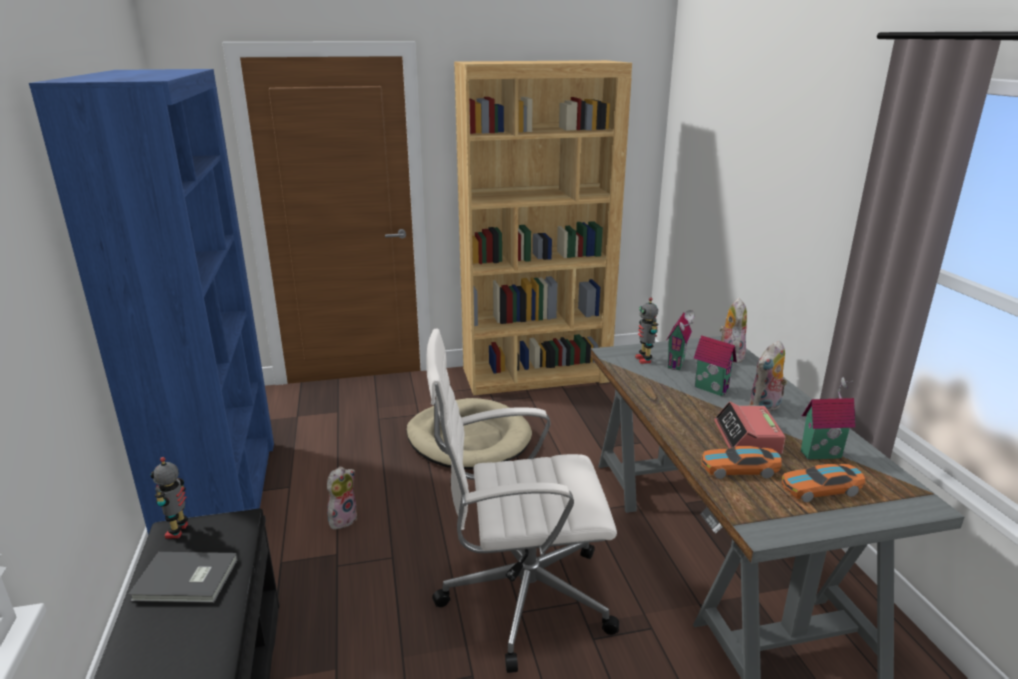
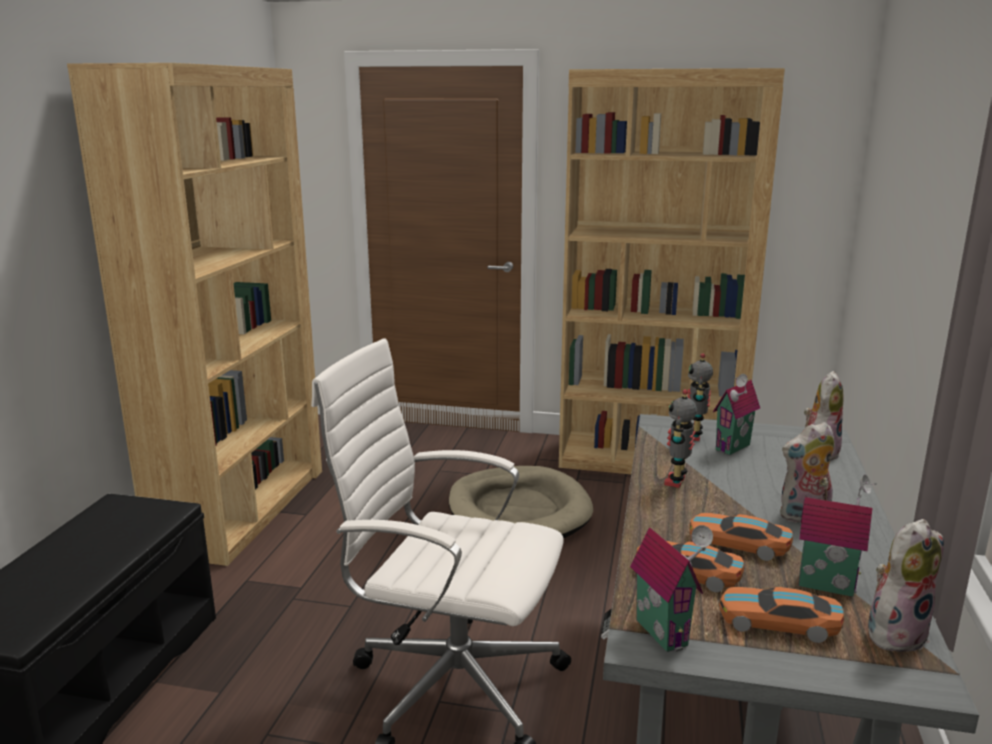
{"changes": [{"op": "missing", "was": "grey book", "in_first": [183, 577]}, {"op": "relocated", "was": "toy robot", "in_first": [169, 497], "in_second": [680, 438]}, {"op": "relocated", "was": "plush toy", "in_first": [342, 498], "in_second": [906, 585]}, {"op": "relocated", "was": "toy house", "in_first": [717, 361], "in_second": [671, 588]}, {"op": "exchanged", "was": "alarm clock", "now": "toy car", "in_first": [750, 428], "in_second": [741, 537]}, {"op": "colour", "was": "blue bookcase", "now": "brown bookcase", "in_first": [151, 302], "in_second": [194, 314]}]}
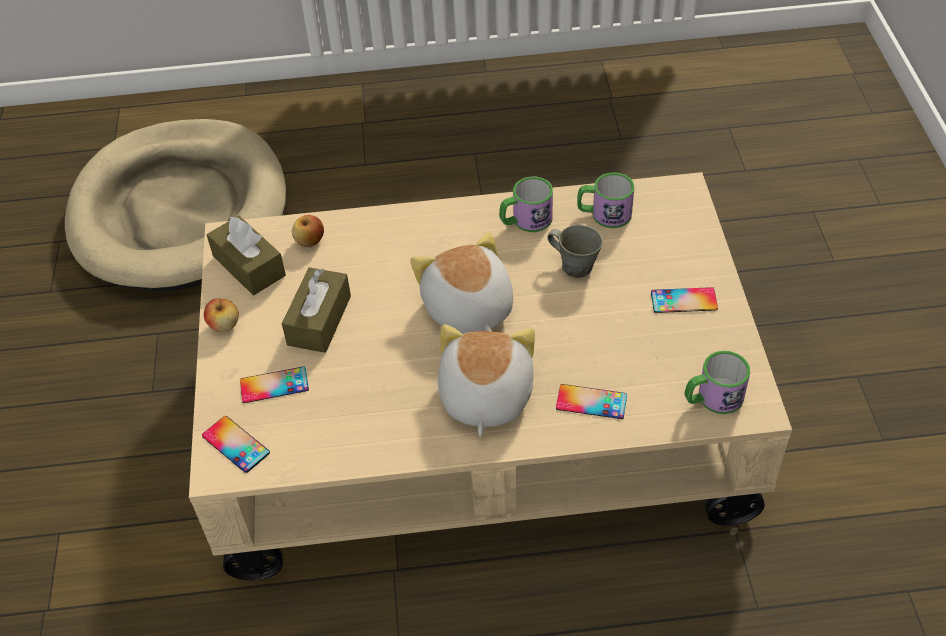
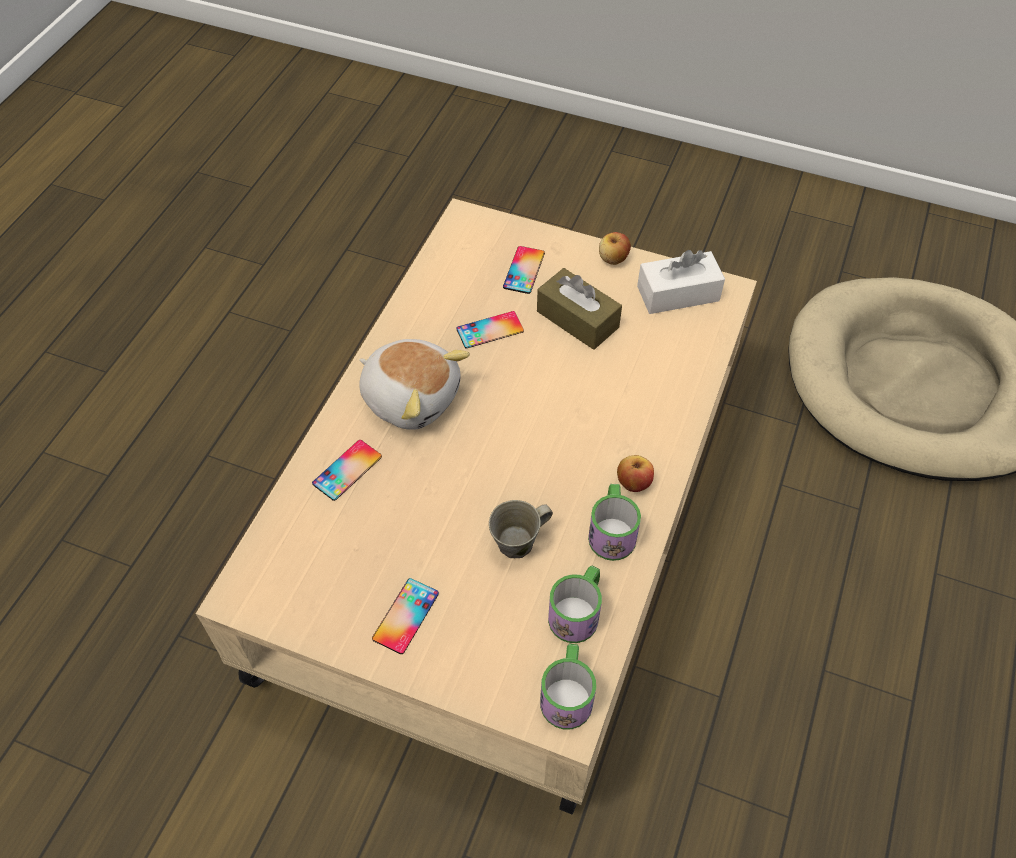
{"changes": [{"op": "missing", "was": "plush toy", "in_first": [461, 283]}, {"op": "relocated", "was": "phone", "in_first": [236, 444], "in_second": [490, 329]}, {"op": "relocated", "was": "apple", "in_first": [308, 231], "in_second": [635, 473]}, {"op": "relocated", "was": "mug", "in_first": [717, 382], "in_second": [568, 686]}, {"op": "colour", "was": "brown tissue box", "now": "white tissue box", "in_first": [246, 255], "in_second": [681, 282]}]}
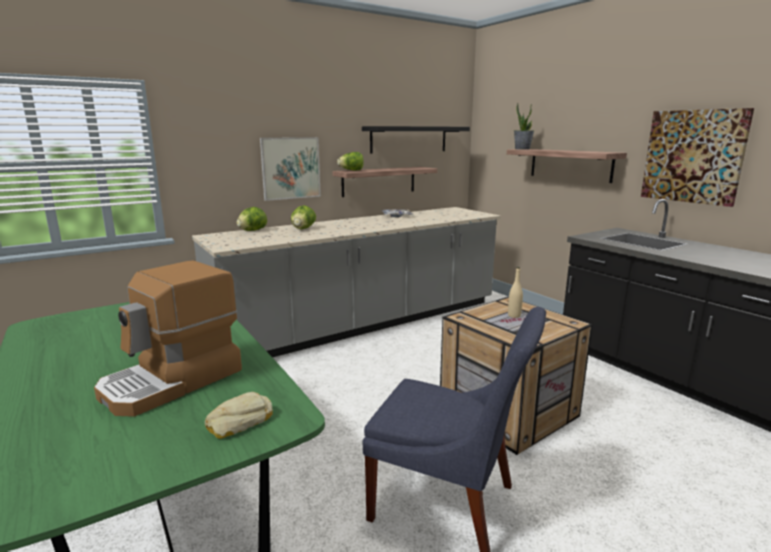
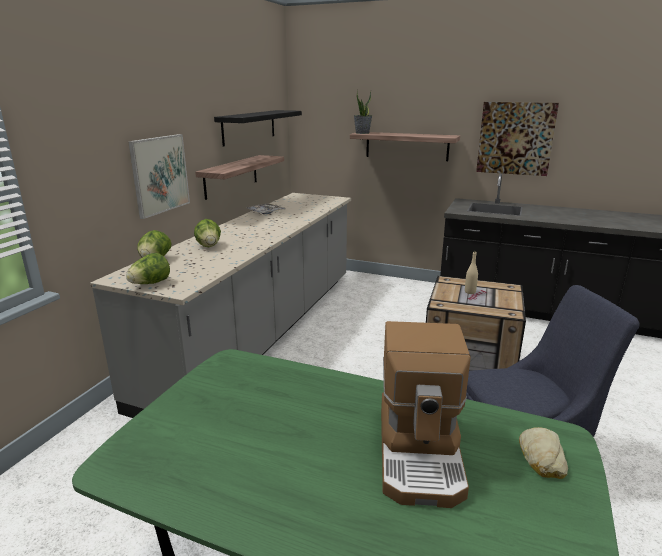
{"changes": [{"op": "relocated", "was": "lettuce", "in_first": [350, 161], "in_second": [148, 268]}]}
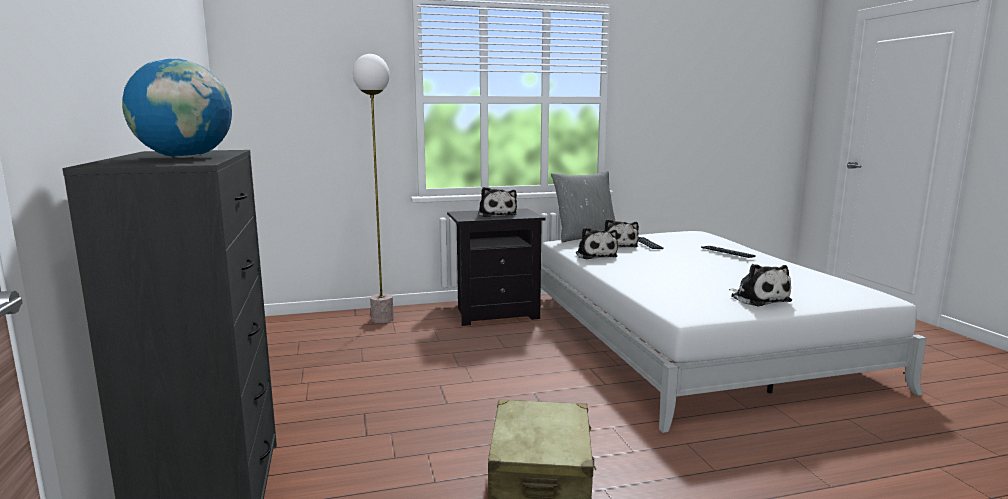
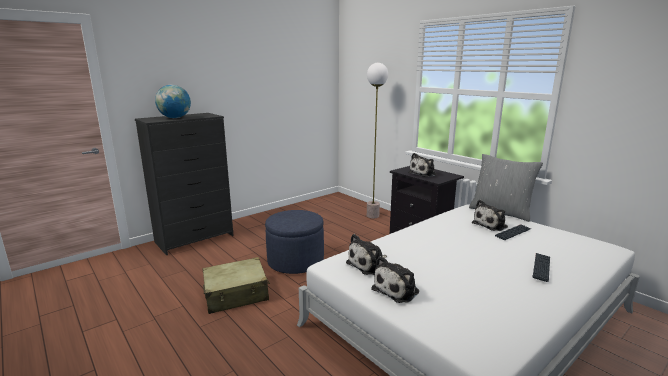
{"changes": [{"op": "appeared", "now": "blue ottoman", "in_second": [294, 242]}, {"op": "relocated", "was": "plush toy", "in_first": [597, 243], "in_second": [366, 254]}]}
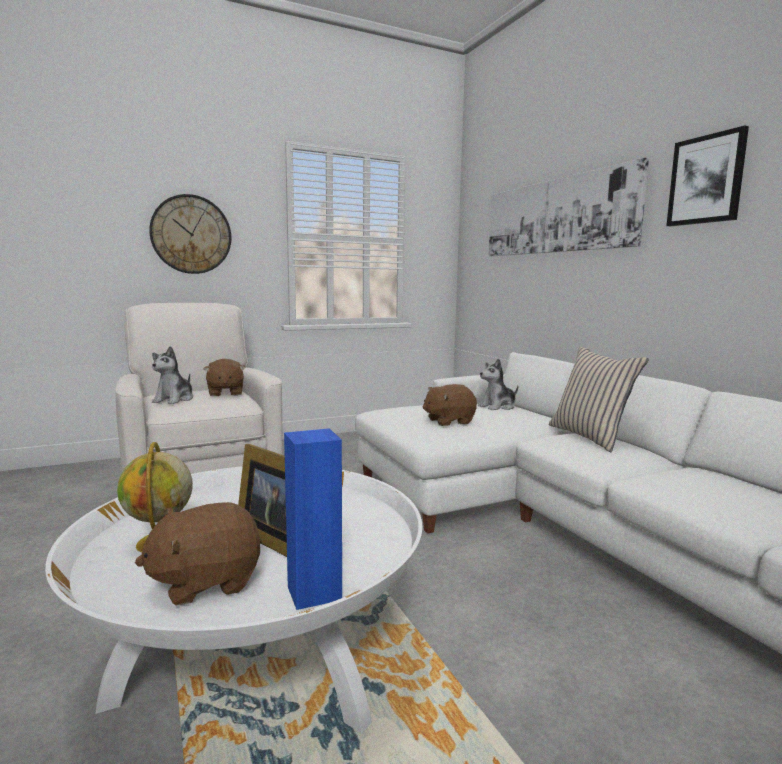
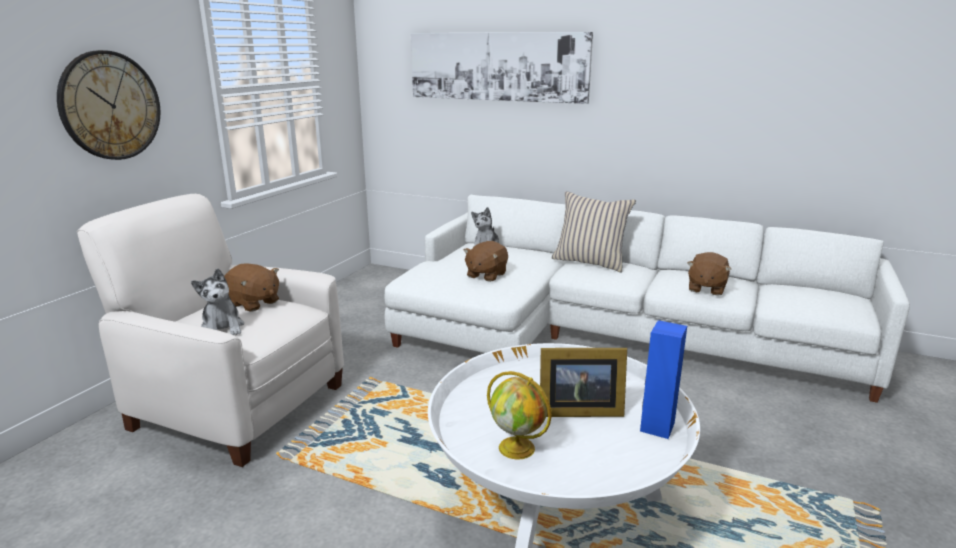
{"changes": [{"op": "missing", "was": "picture", "in_first": [707, 176]}, {"op": "relocated", "was": "brown plush toy", "in_first": [198, 554], "in_second": [709, 274]}]}
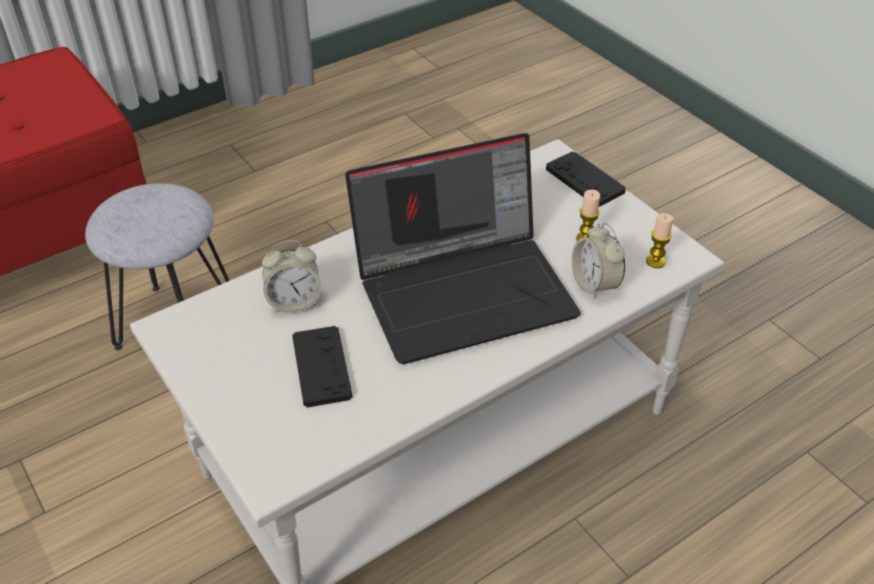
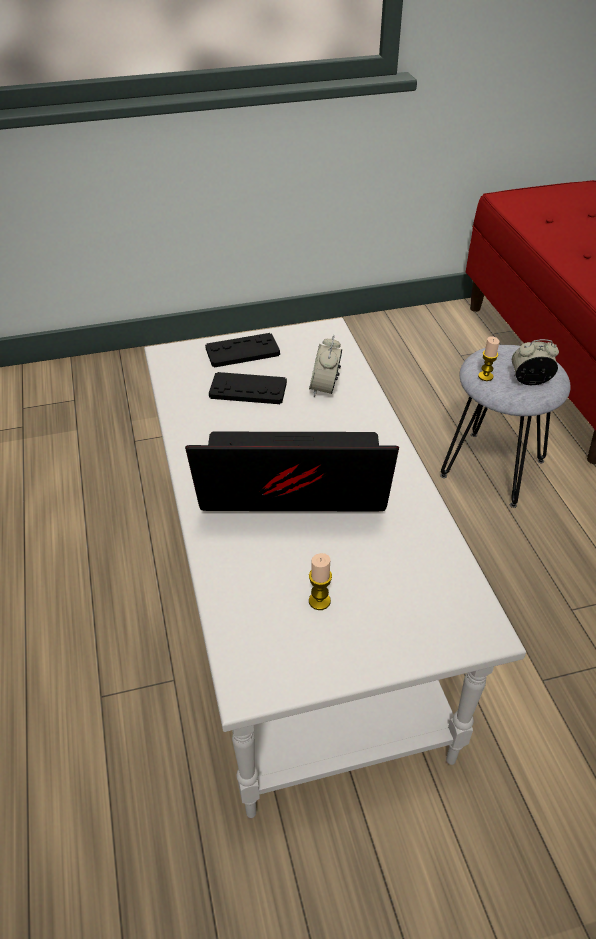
{"changes": [{"op": "relocated", "was": "black game controller", "in_first": [586, 179], "in_second": [242, 350]}, {"op": "relocated", "was": "alarm clock", "in_first": [598, 261], "in_second": [535, 362]}, {"op": "relocated", "was": "candle", "in_first": [660, 240], "in_second": [489, 358]}, {"op": "spun", "was": "laptop", "in_first": [463, 248], "in_second": [292, 471], "clockwise": 90}]}
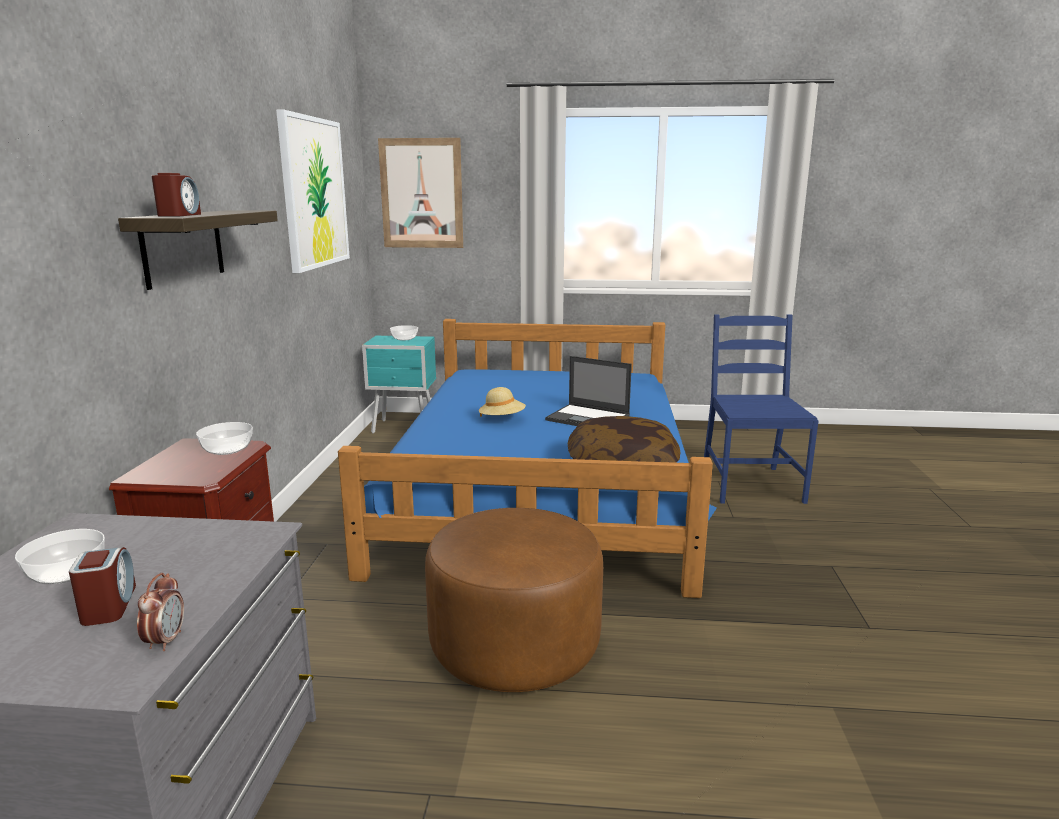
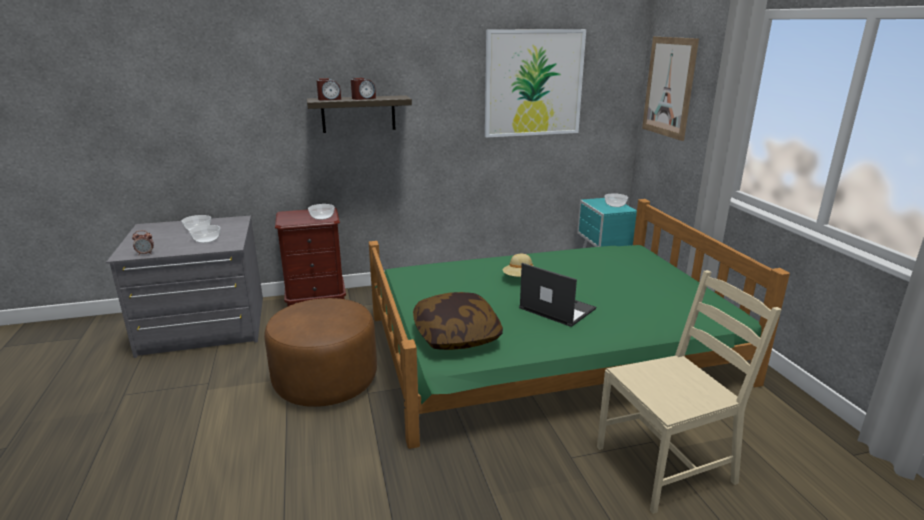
{"changes": [{"op": "appeared", "now": "bowl", "in_second": [204, 234]}, {"op": "relocated", "was": "alarm clock", "in_first": [102, 586], "in_second": [363, 89]}, {"op": "colour", "was": "blue bed", "now": "green bed", "in_first": [527, 458], "in_second": [579, 324]}, {"op": "colour", "was": "blue chair", "now": "beige chair", "in_first": [761, 409], "in_second": [689, 392]}, {"op": "spun", "was": "laptop", "in_first": [588, 391], "in_second": [557, 295], "clockwise": 120}]}
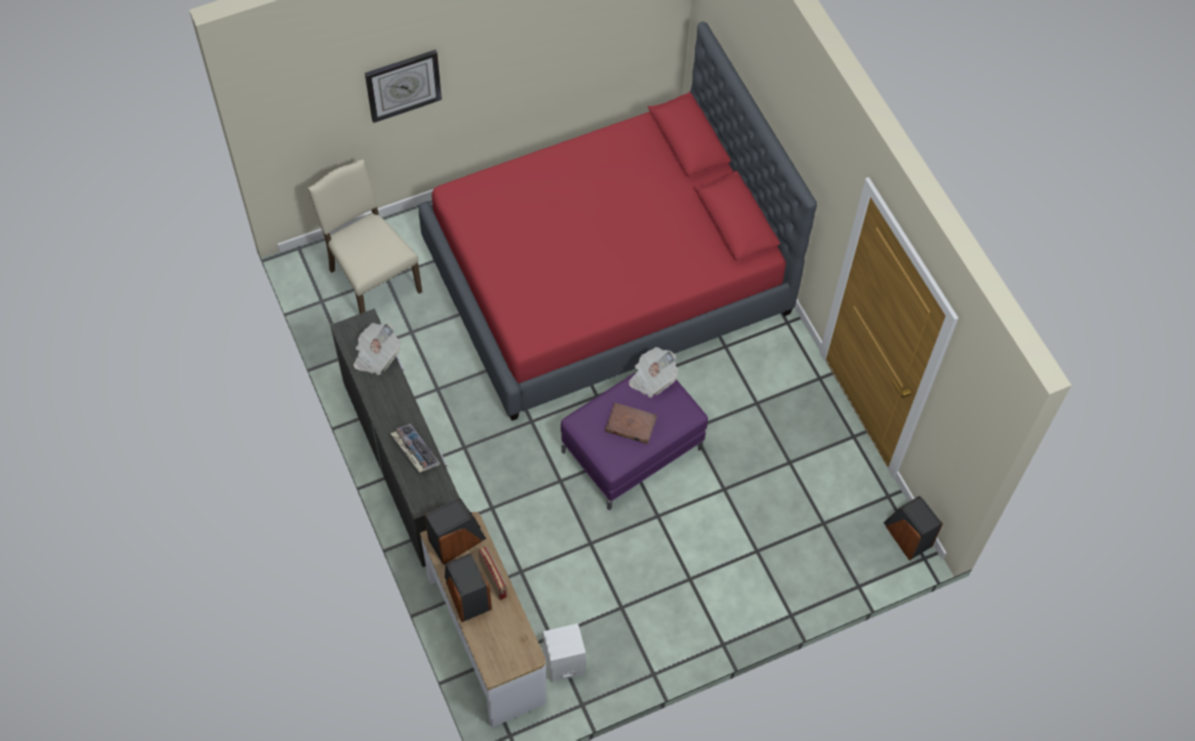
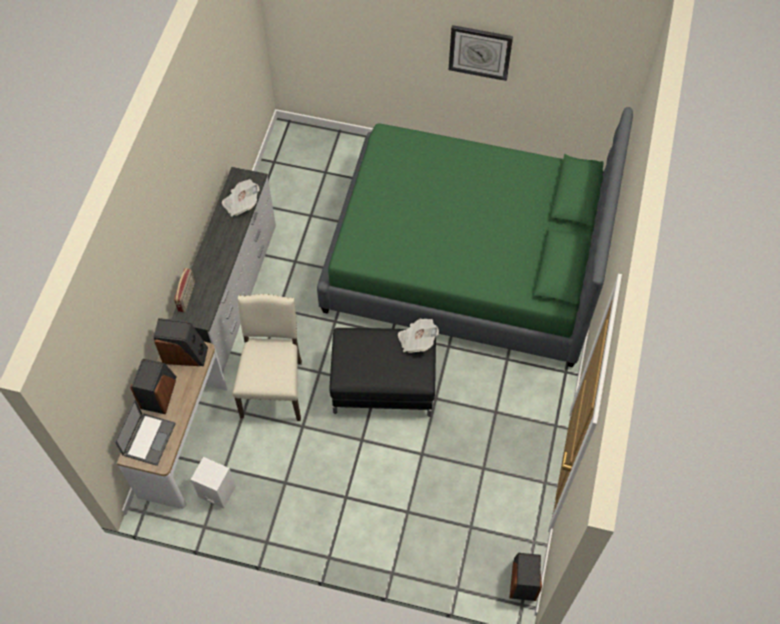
{"changes": [{"op": "missing", "was": "keyboard", "in_first": [415, 448]}, {"op": "missing", "was": "brown book", "in_first": [631, 423]}, {"op": "appeared", "now": "laptop", "in_second": [145, 432]}, {"op": "relocated", "was": "beige chair", "in_first": [365, 236], "in_second": [267, 357]}, {"op": "relocated", "was": "wall clock", "in_first": [403, 86], "in_second": [481, 53]}, {"op": "relocated", "was": "radio", "in_first": [493, 573], "in_second": [184, 290]}, {"op": "colour", "was": "red bed", "now": "green bed", "in_first": [618, 221], "in_second": [475, 237]}, {"op": "colour", "was": "purple ottoman", "now": "black ottoman", "in_first": [634, 440], "in_second": [383, 372]}]}
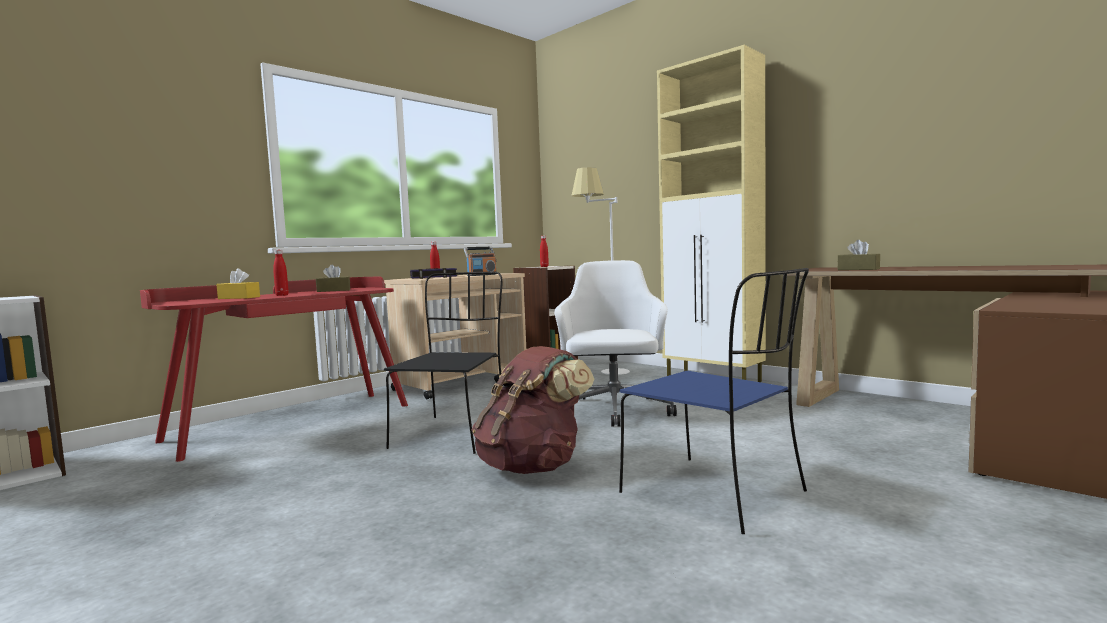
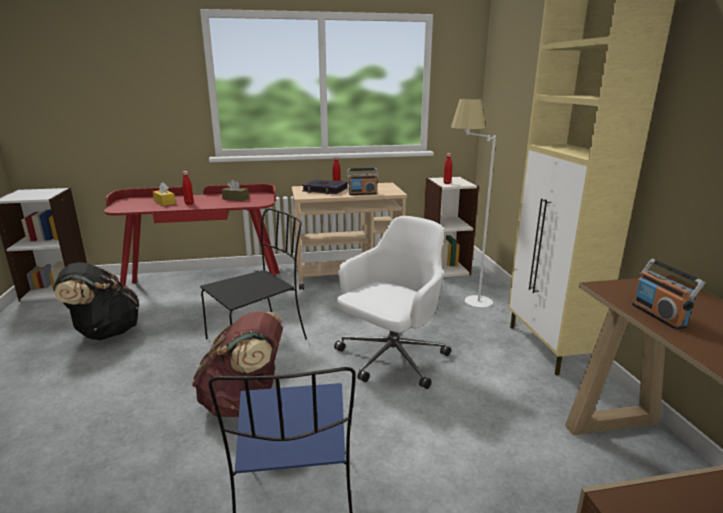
{"changes": [{"op": "appeared", "now": "black backpack", "in_second": [96, 301]}, {"op": "exchanged", "was": "brown tissue box", "now": "radio", "in_first": [859, 255], "in_second": [668, 294]}]}
